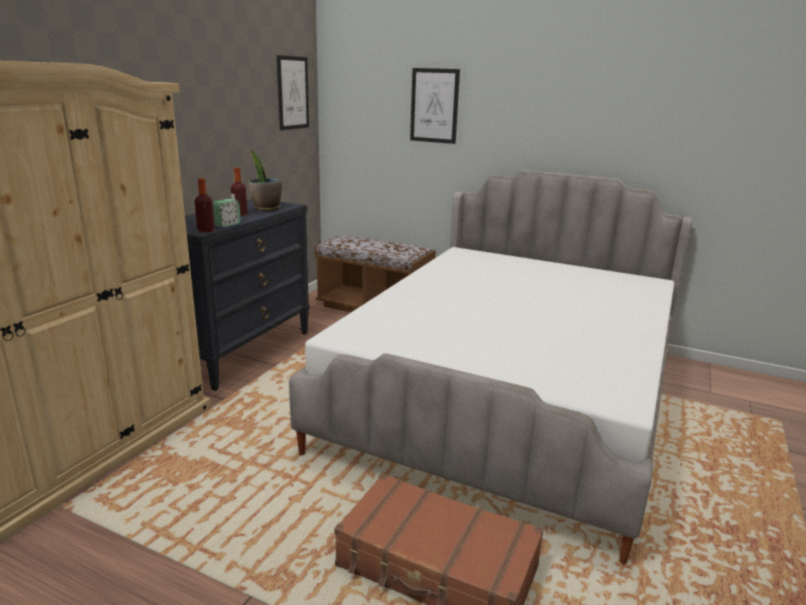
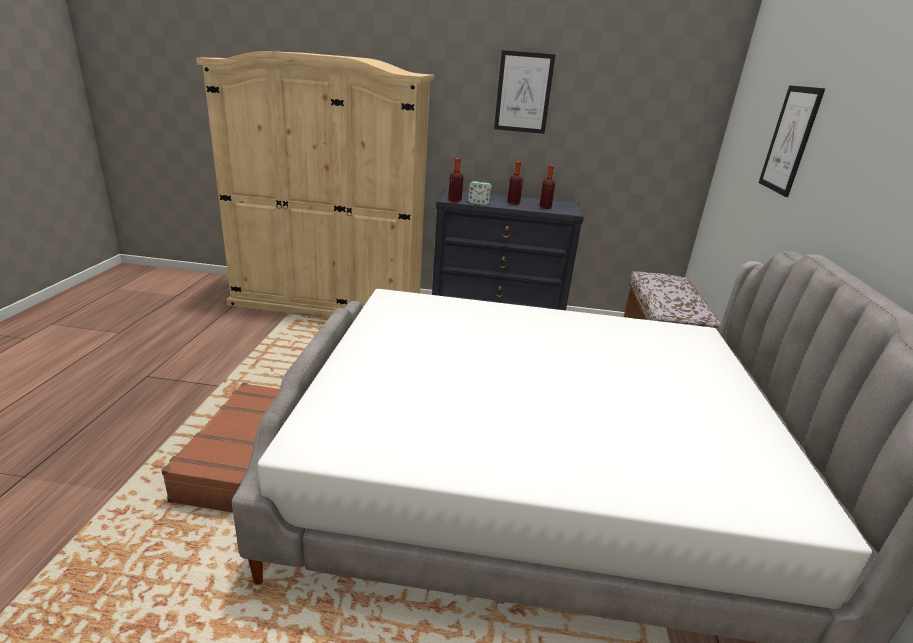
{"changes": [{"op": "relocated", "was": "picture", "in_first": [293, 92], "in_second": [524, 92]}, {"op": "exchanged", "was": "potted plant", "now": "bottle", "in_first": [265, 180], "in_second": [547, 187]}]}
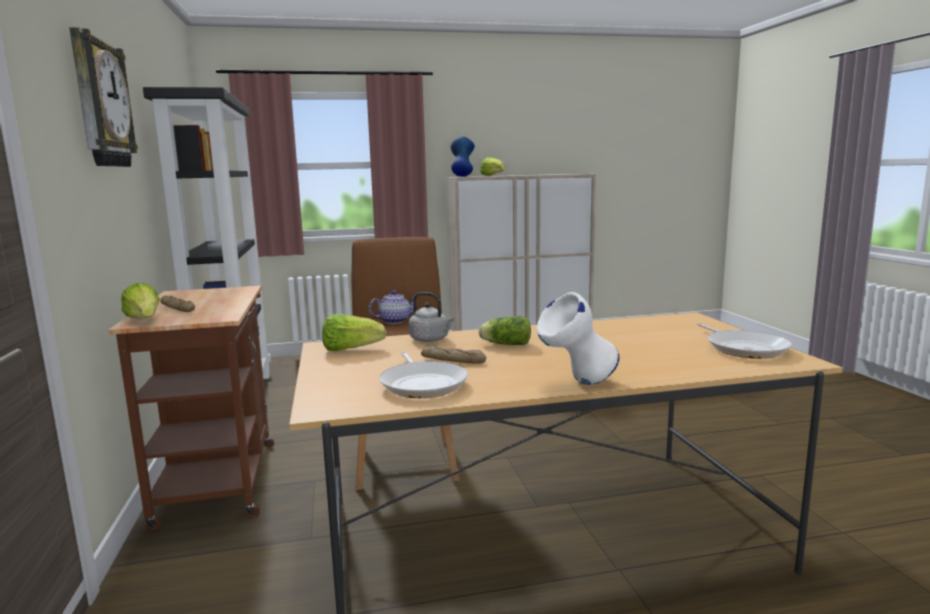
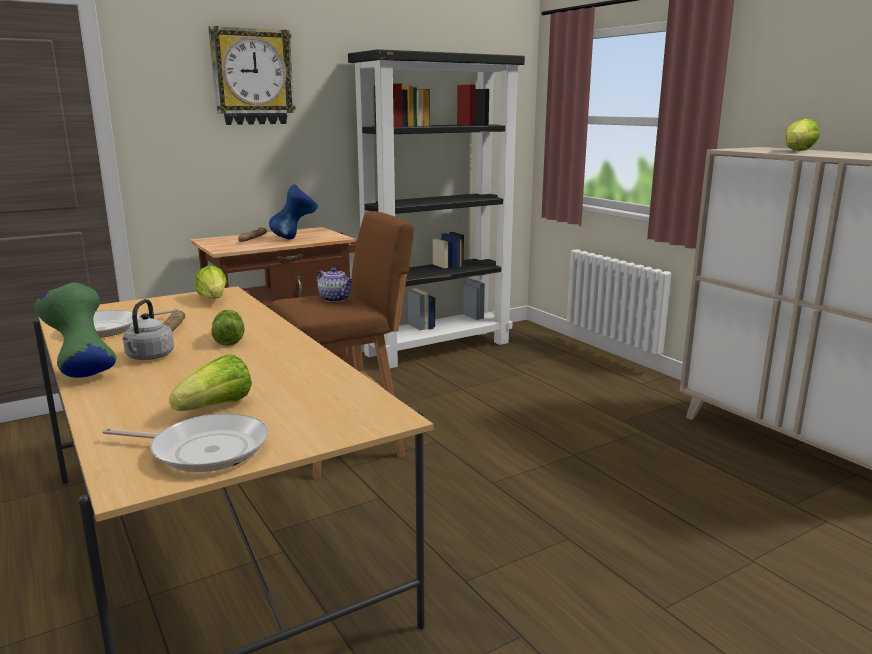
{"changes": [{"op": "relocated", "was": "lettuce", "in_first": [140, 301], "in_second": [210, 382]}, {"op": "relocated", "was": "grey kettle", "in_first": [432, 317], "in_second": [148, 329]}, {"op": "relocated", "was": "blue vase", "in_first": [463, 156], "in_second": [293, 211]}, {"op": "colour", "was": "white vase", "now": "green vase", "in_first": [578, 338], "in_second": [75, 330]}, {"op": "spun", "was": "frying pan", "in_first": [744, 341], "in_second": [185, 442], "clockwise": -135}]}
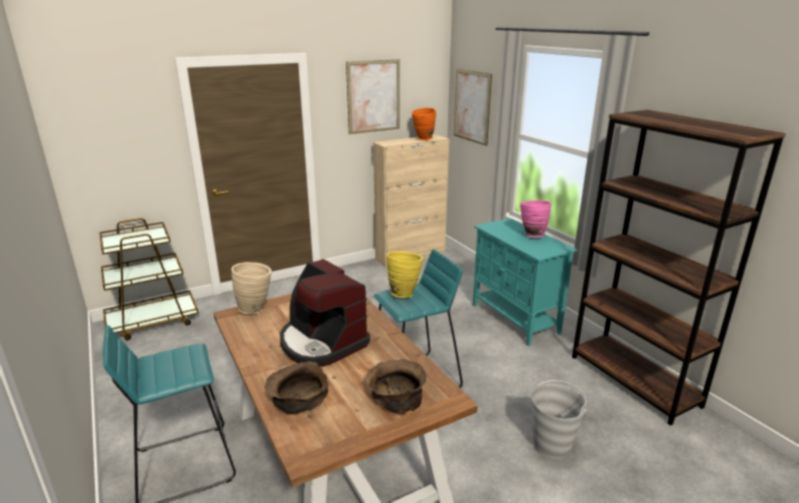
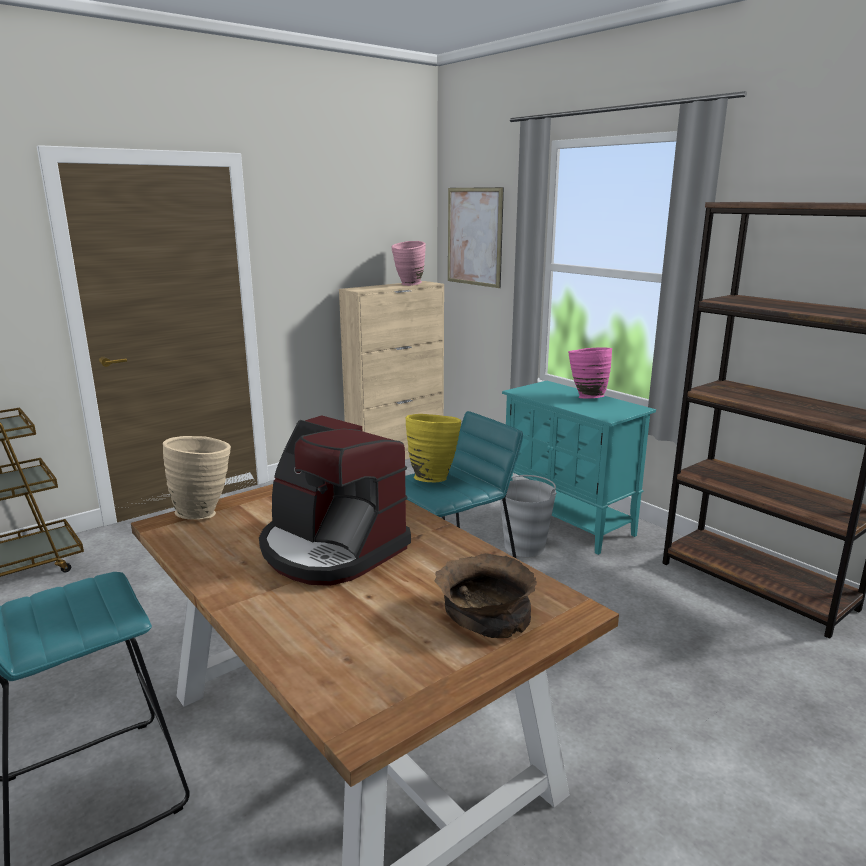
{"changes": [{"op": "missing", "was": "brown bowl", "in_first": [296, 387]}, {"op": "missing", "was": "picture", "in_first": [373, 97]}, {"op": "relocated", "was": "grey bucket", "in_first": [559, 419], "in_second": [528, 516]}, {"op": "colour", "was": "orange vase", "now": "pink vase", "in_first": [424, 124], "in_second": [408, 263]}]}
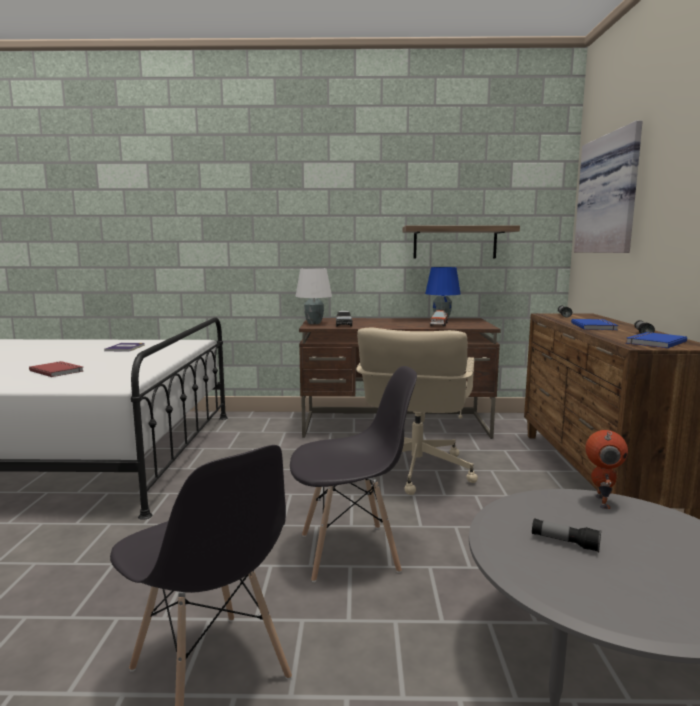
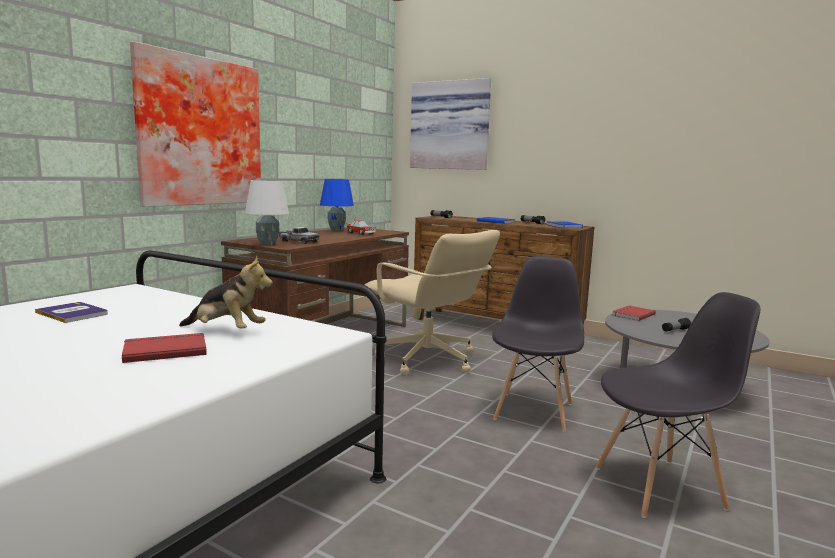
{"changes": [{"op": "missing", "was": "shelf", "in_first": [461, 242]}, {"op": "appeared", "now": "picture", "in_second": [195, 124]}, {"op": "appeared", "now": "plush toy", "in_second": [226, 292]}, {"op": "exchanged", "was": "toy robot", "now": "red book", "in_first": [606, 469], "in_second": [634, 313]}]}
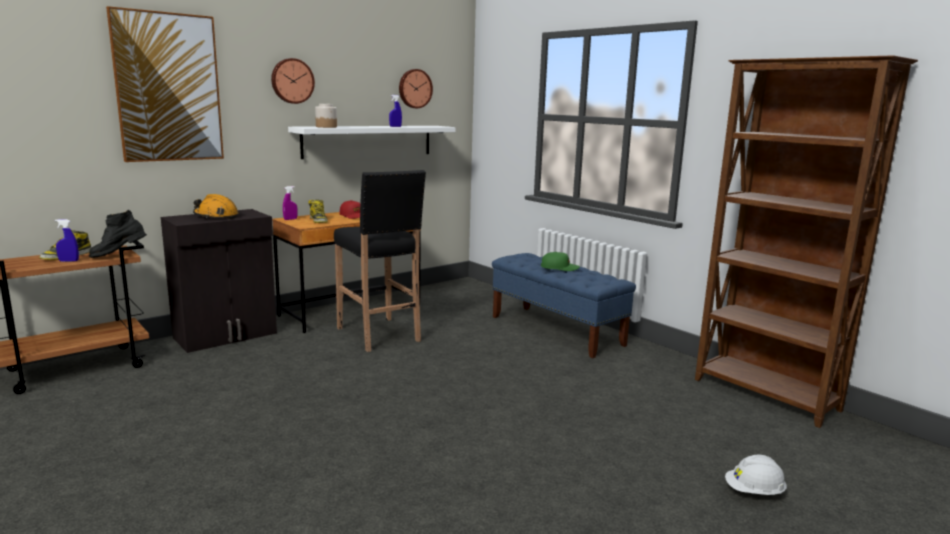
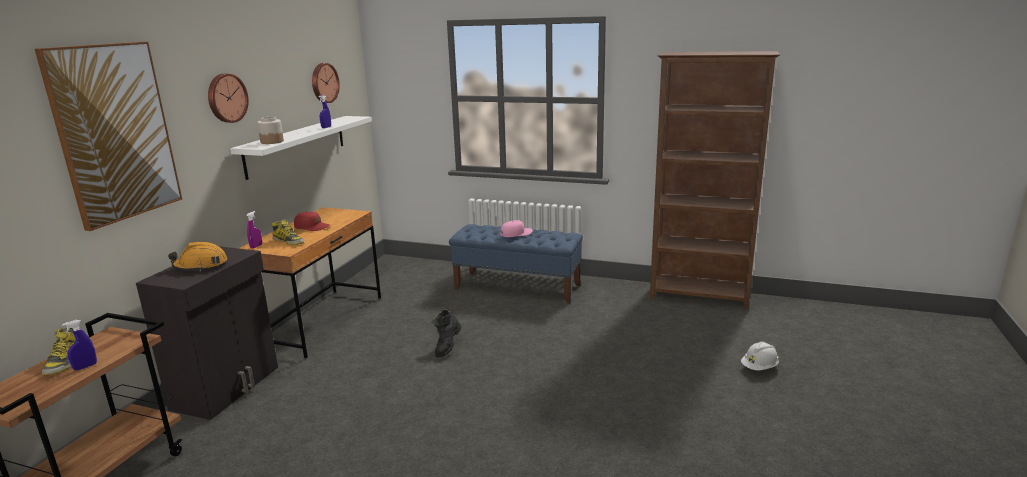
{"changes": [{"op": "missing", "was": "black stool", "in_first": [380, 261]}, {"op": "relocated", "was": "black boot", "in_first": [118, 234], "in_second": [446, 332]}, {"op": "colour", "was": "green cap", "now": "pink cap", "in_first": [560, 261], "in_second": [516, 228]}]}
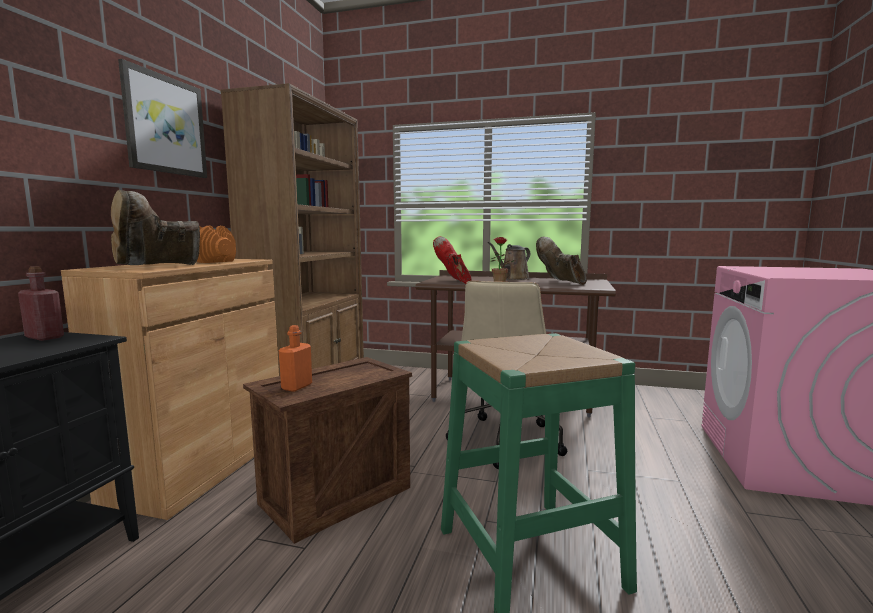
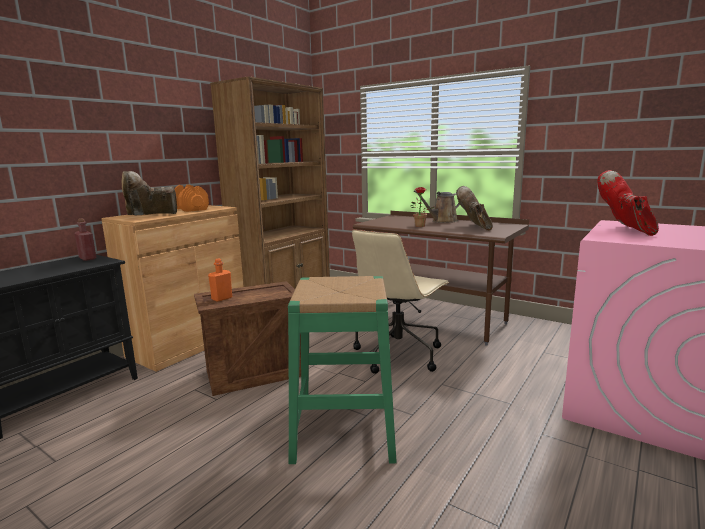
{"changes": [{"op": "missing", "was": "picture", "in_first": [162, 118]}, {"op": "relocated", "was": "red boot", "in_first": [452, 260], "in_second": [628, 203]}]}
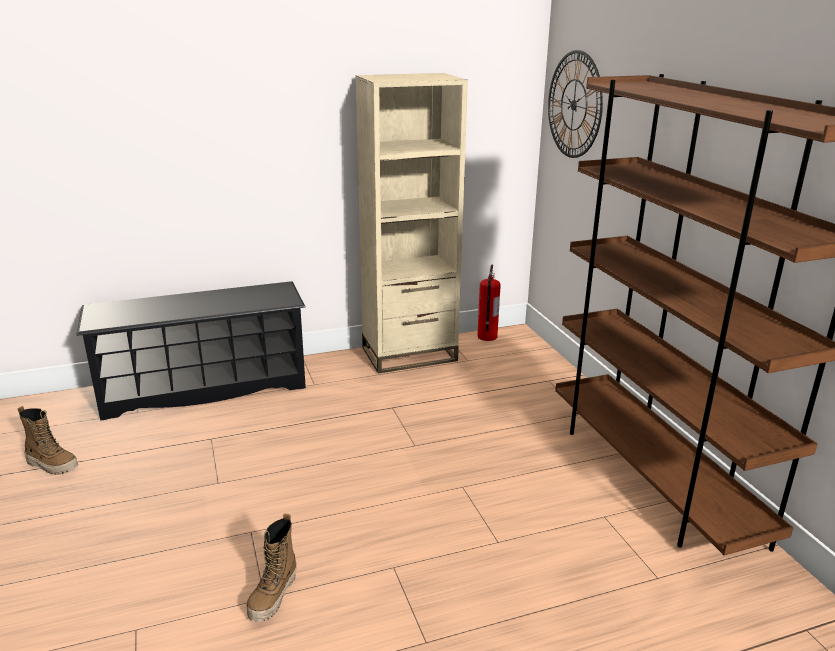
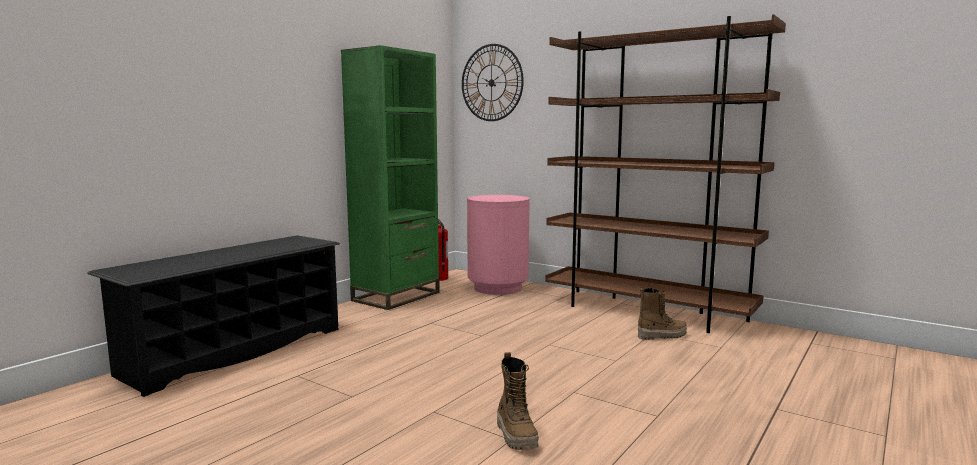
{"changes": [{"op": "appeared", "now": "pink trash can", "in_second": [498, 245]}, {"op": "relocated", "was": "boot", "in_first": [48, 440], "in_second": [662, 314]}, {"op": "colour", "was": "beige bookcase", "now": "green bookcase", "in_first": [412, 223], "in_second": [390, 177]}]}
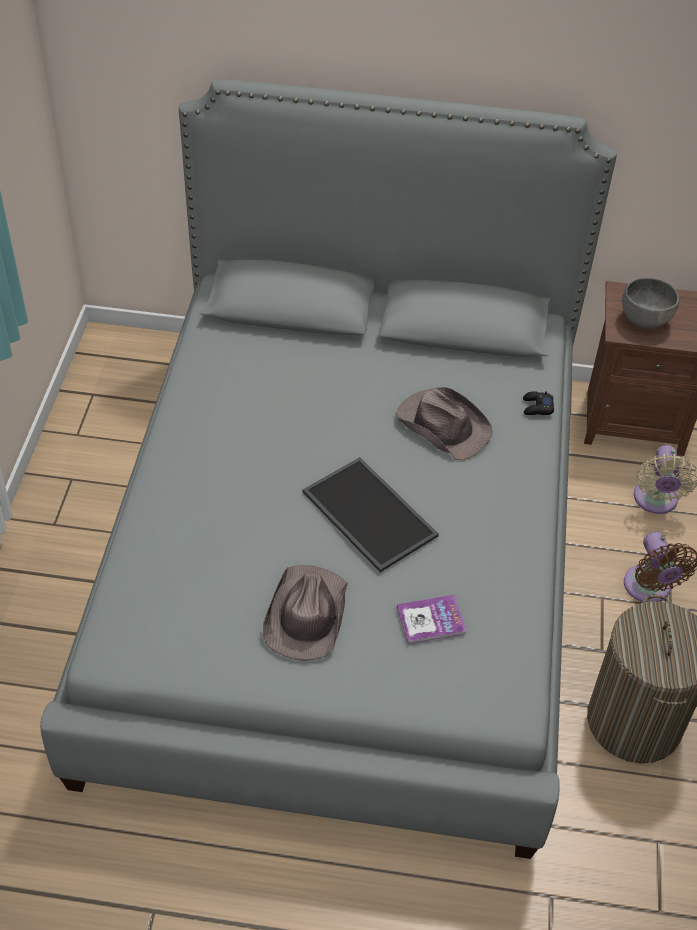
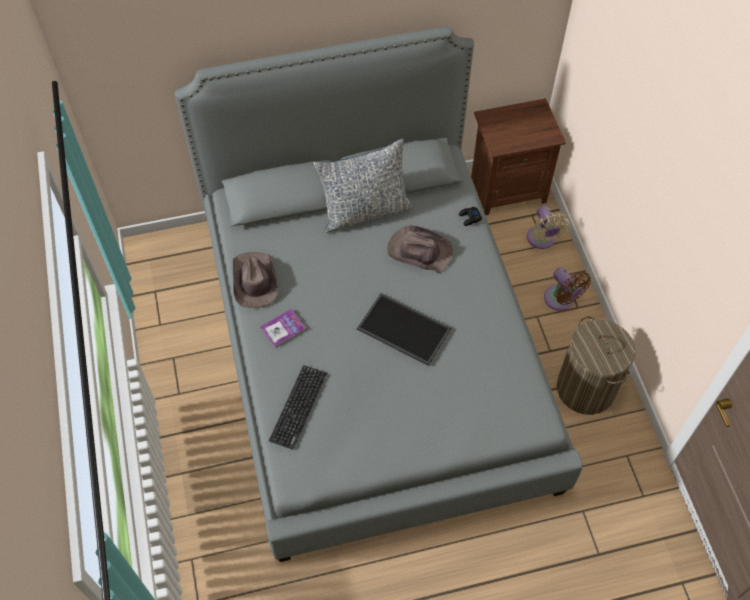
{"changes": [{"op": "missing", "was": "grey bowl", "in_first": [650, 303]}, {"op": "appeared", "now": "keyboard", "in_second": [298, 407]}, {"op": "appeared", "now": "pillow", "in_second": [362, 185]}, {"op": "relocated", "was": "brown hat", "in_first": [305, 613], "in_second": [255, 280]}, {"op": "relocated", "was": "book", "in_first": [432, 619], "in_second": [283, 328]}]}
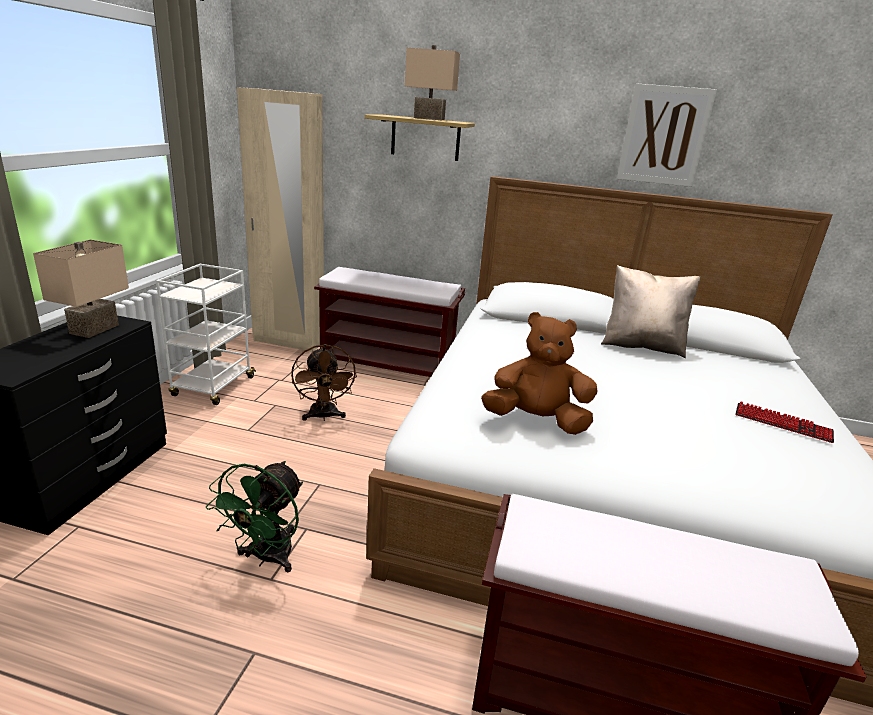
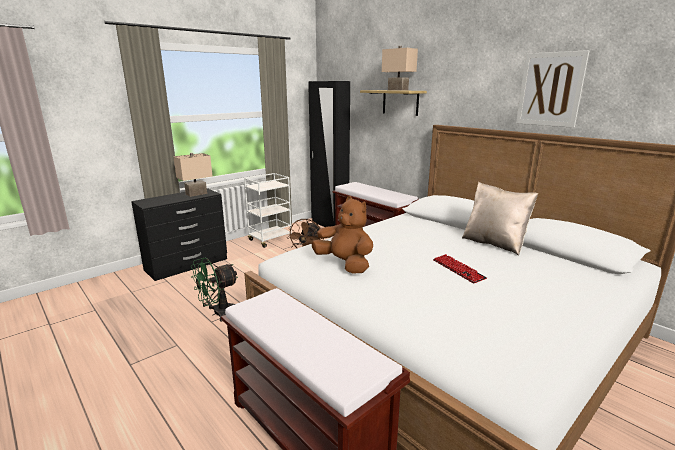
{"changes": [{"op": "relocated", "was": "keyboard", "in_first": [784, 422], "in_second": [460, 269]}, {"op": "colour", "was": "beige wardrobe", "now": "black wardrobe", "in_first": [280, 219], "in_second": [329, 154]}]}
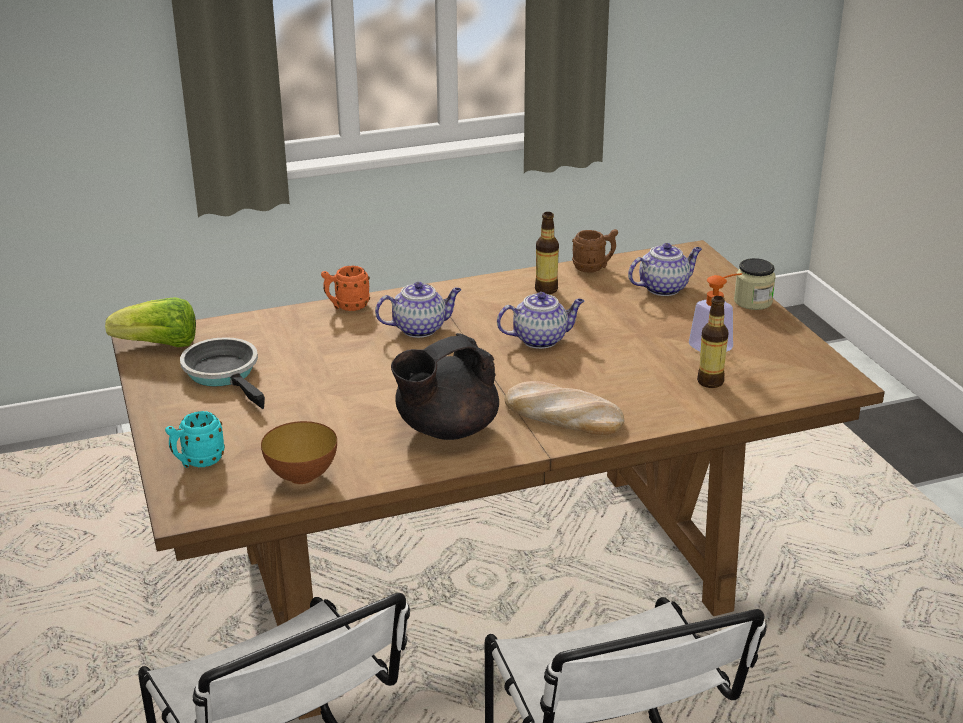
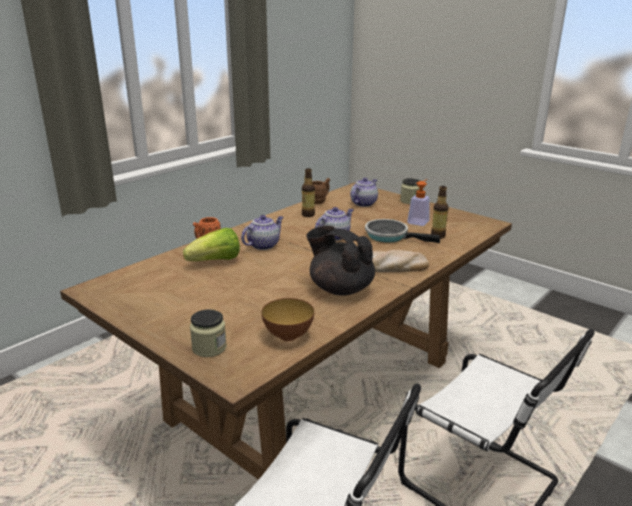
{"changes": [{"op": "relocated", "was": "lettuce", "in_first": [150, 322], "in_second": [211, 244]}, {"op": "relocated", "was": "frying pan", "in_first": [222, 373], "in_second": [402, 231]}, {"op": "exchanged", "was": "turquoise mug", "now": "jar", "in_first": [195, 439], "in_second": [208, 333]}, {"op": "spun", "was": "black teapot", "in_first": [445, 386], "in_second": [340, 260], "clockwise": 105}]}
